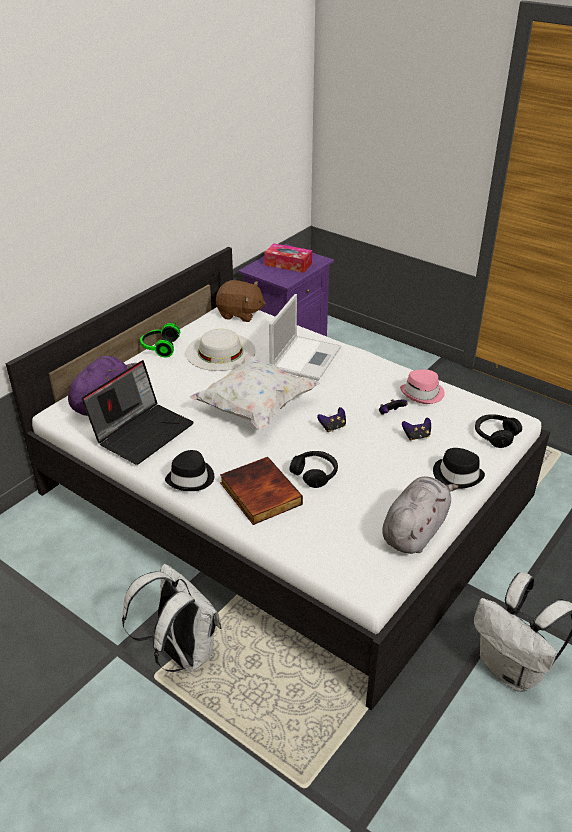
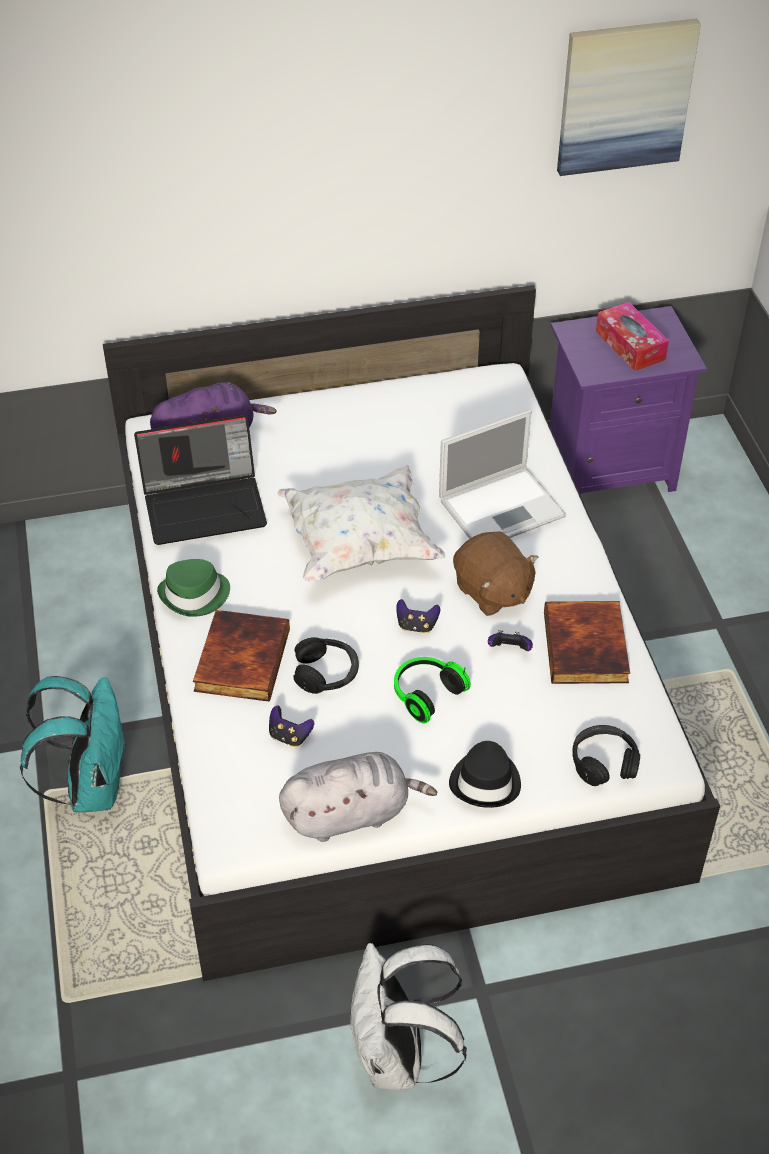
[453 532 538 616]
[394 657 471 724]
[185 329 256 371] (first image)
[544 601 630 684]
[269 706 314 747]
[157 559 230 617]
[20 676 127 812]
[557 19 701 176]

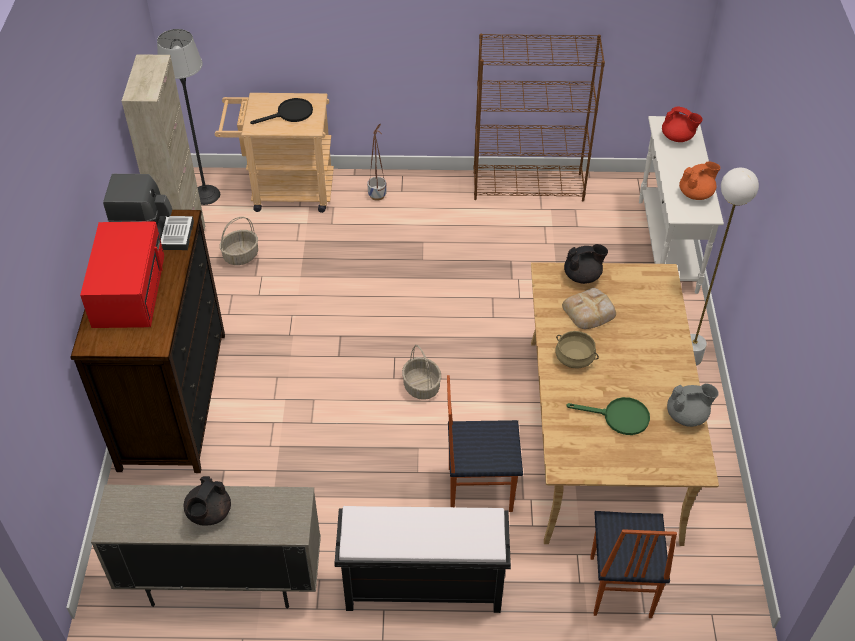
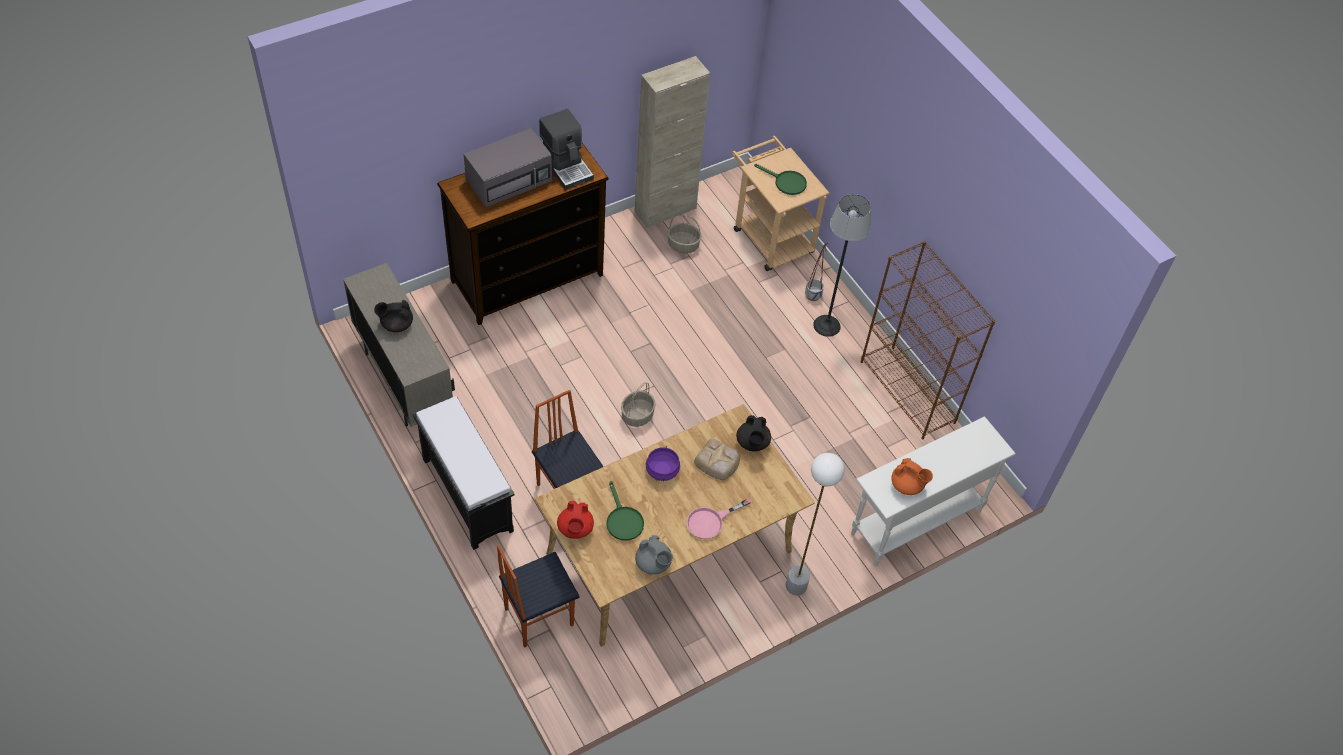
[813 194 871 337]
[754 164 807 195]
[557 501 594 539]
[464 128 552 207]
[736 415 771 451]
[646 446 680 482]
[687 498 751 539]

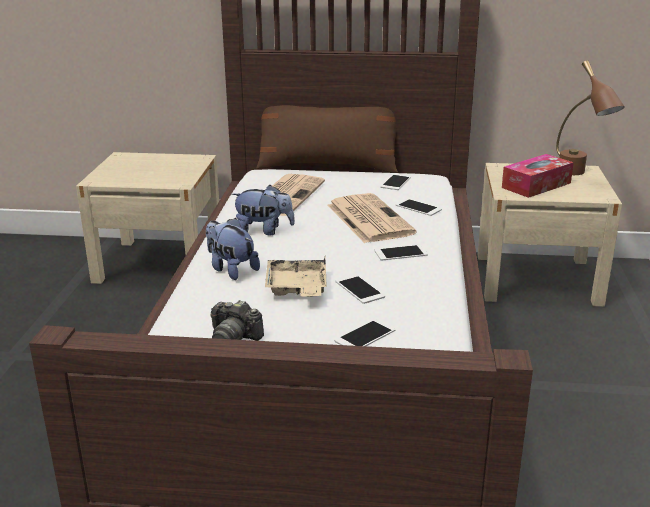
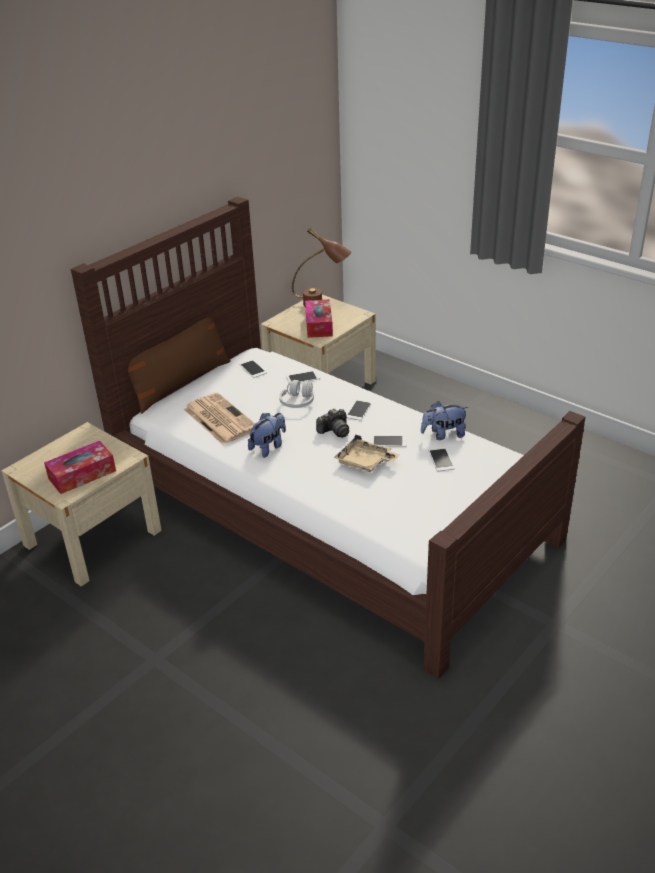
[279 380 314 408]
[421 401 468 440]
[316 409 349 438]
[44 441 116 494]

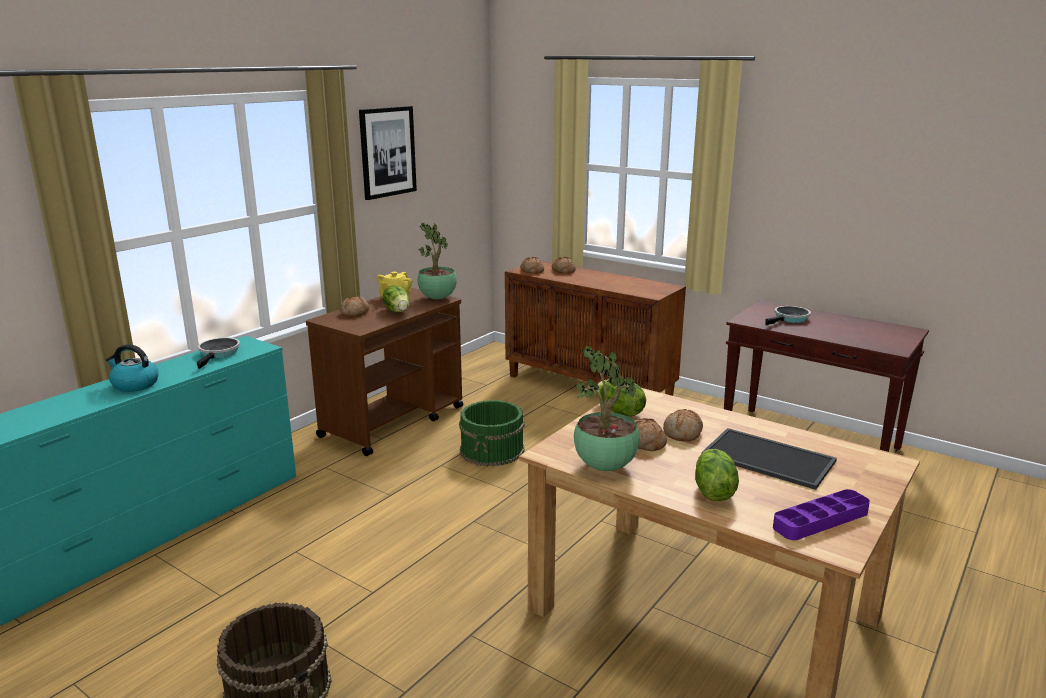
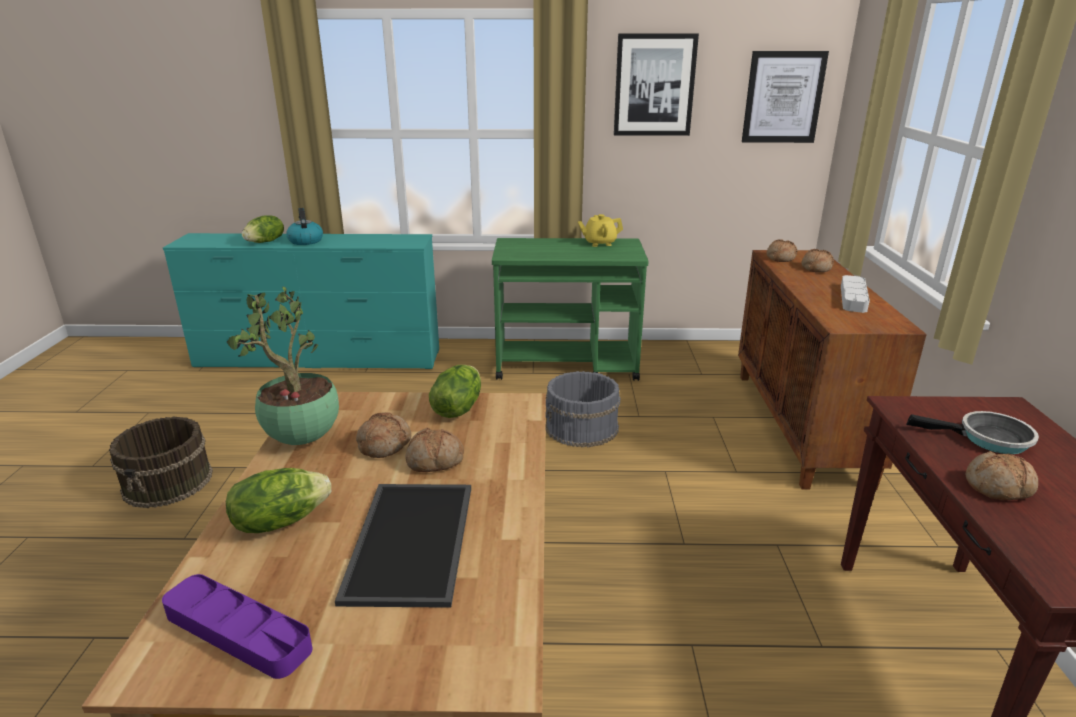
[417 223 457 300] (first image)
[242 215 284 243]
[492 238 648 381]
[965 451 1038 500]
[197 338 240 369] (first image)
[545 371 620 448]
[742 51 829 143]
[841 275 870 313]

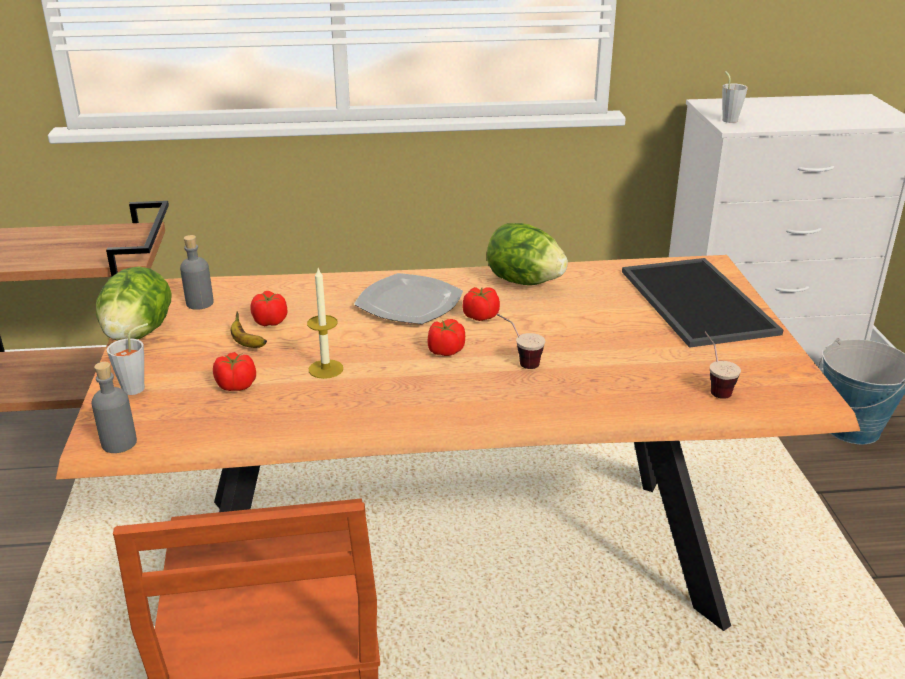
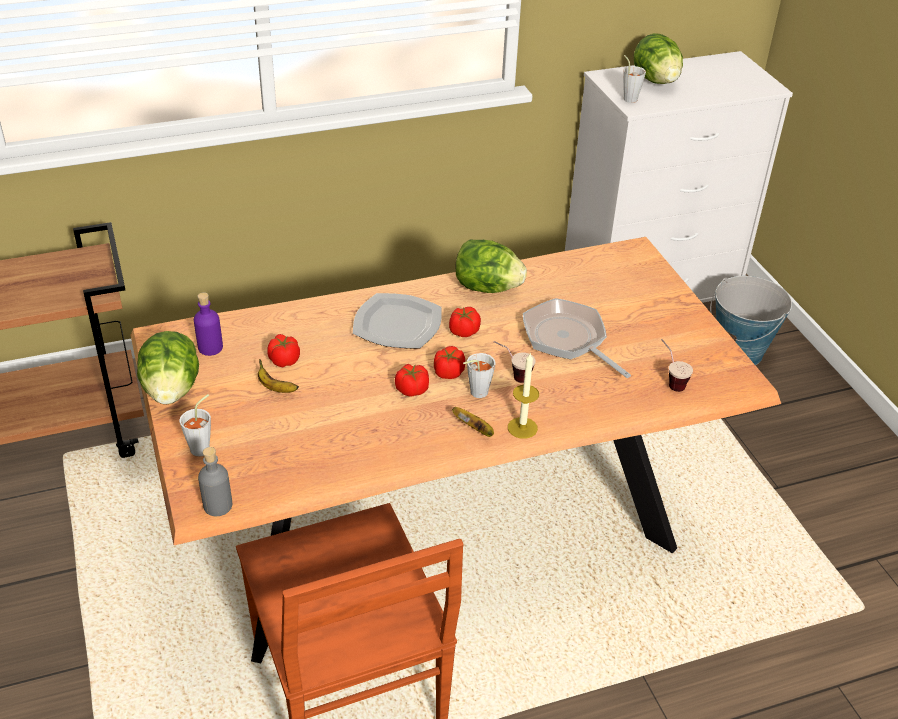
[194 292 223 356]
[622 258 783 348] (first image)
[508 352 539 439]
[395 364 429 397]
[634 33 683 84]
[523 298 631 378]
[463 353 495 398]
[452 407 494 437]

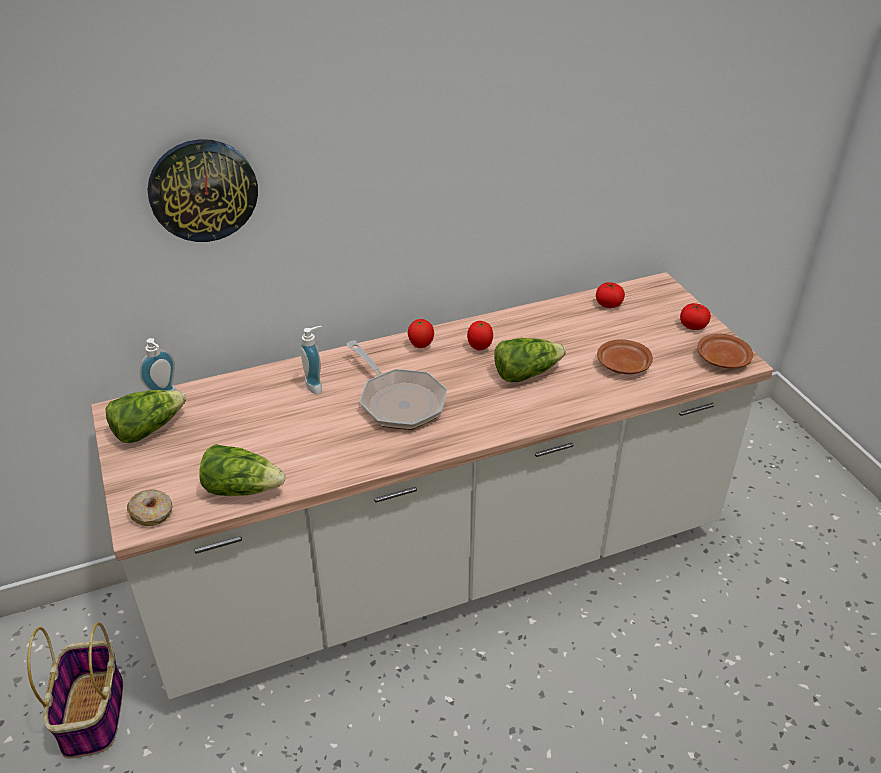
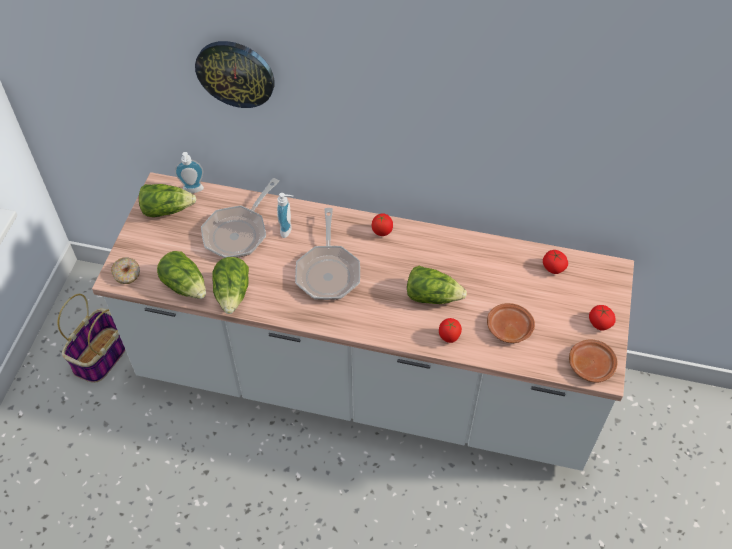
[439 318 462 343]
[201 178 279 258]
[212 257 249 314]

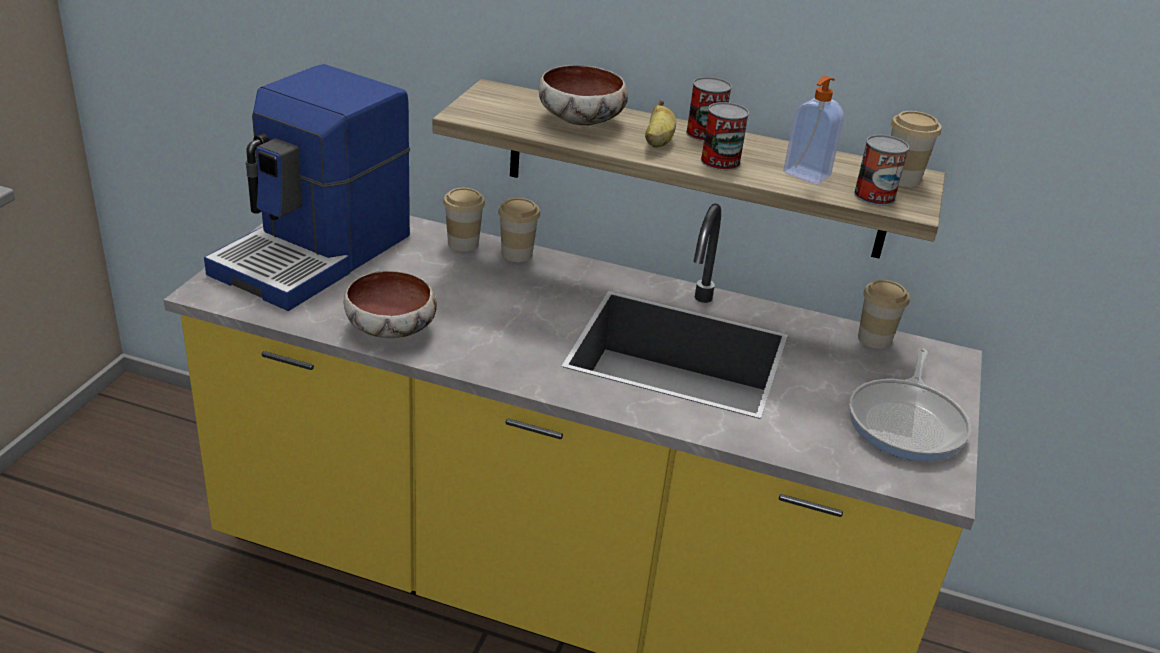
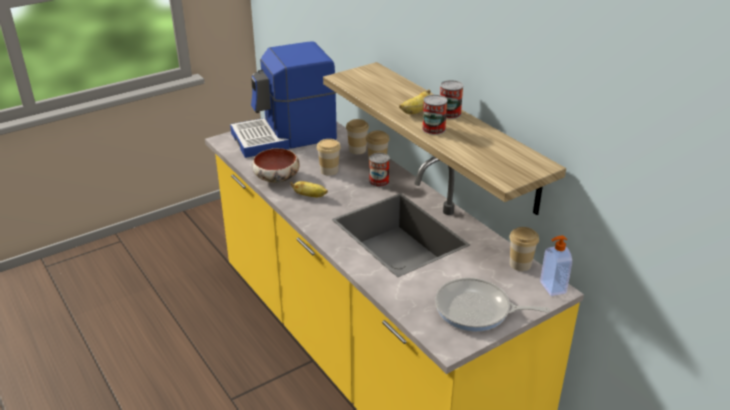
[539 65 628 126] (first image)
[540 236 572 296]
[317 139 341 176]
[369 153 390 187]
[435 278 550 332]
[290 181 328 197]

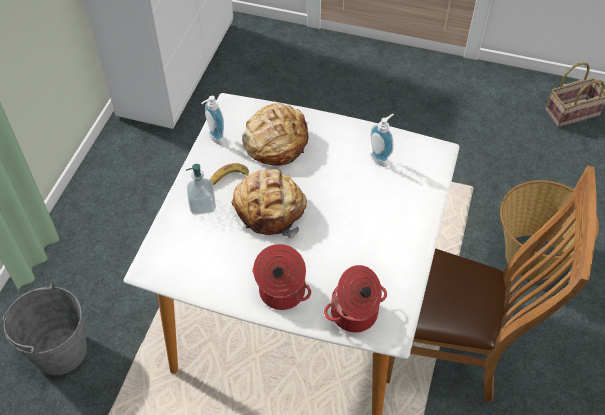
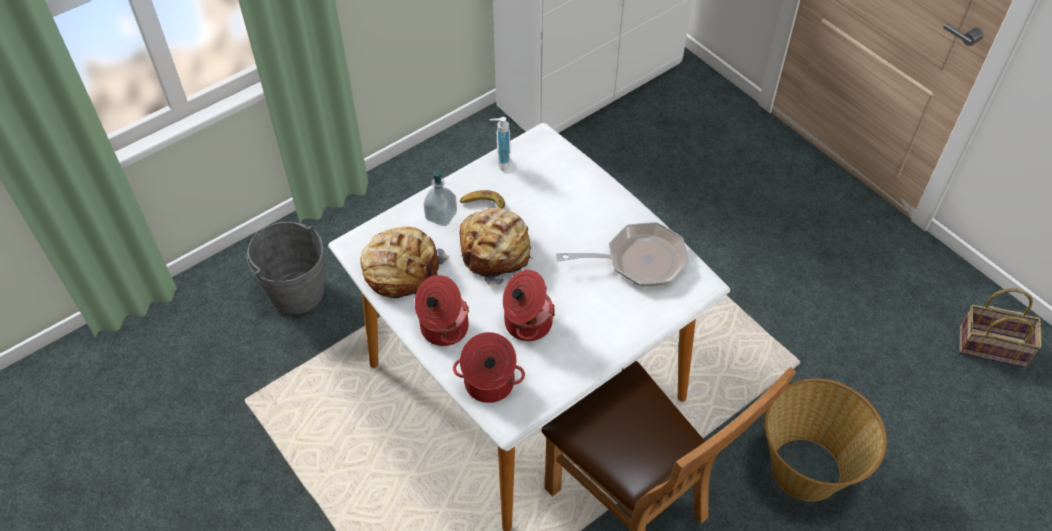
[360 227 450 298]
[556 222 689 286]
[503 270 555 341]

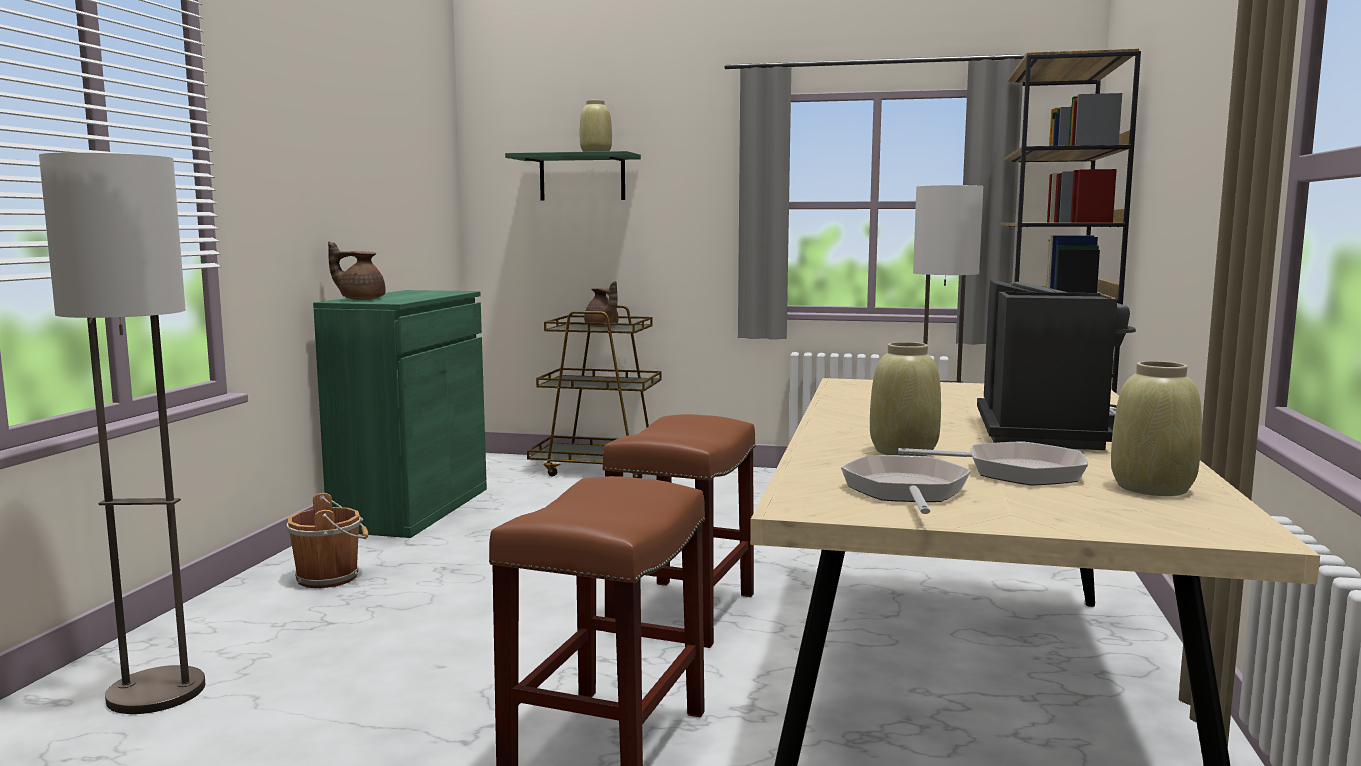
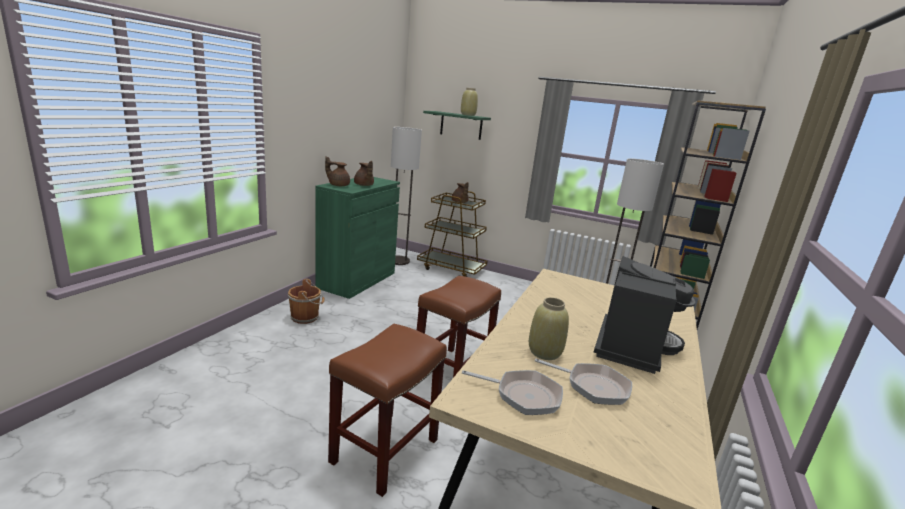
[391 127 422 265]
[1111 361 1202 496] (first image)
[462 370 563 415]
[354 161 374 186]

